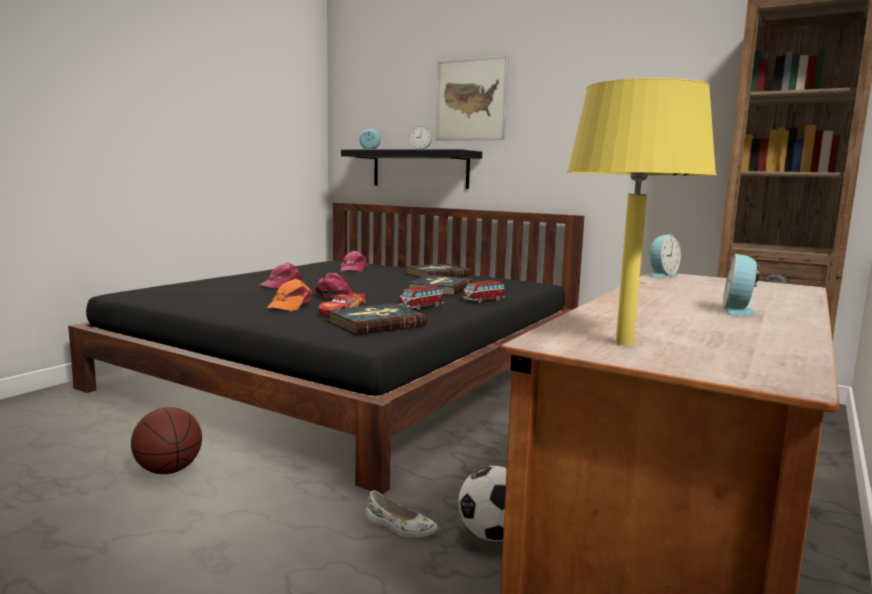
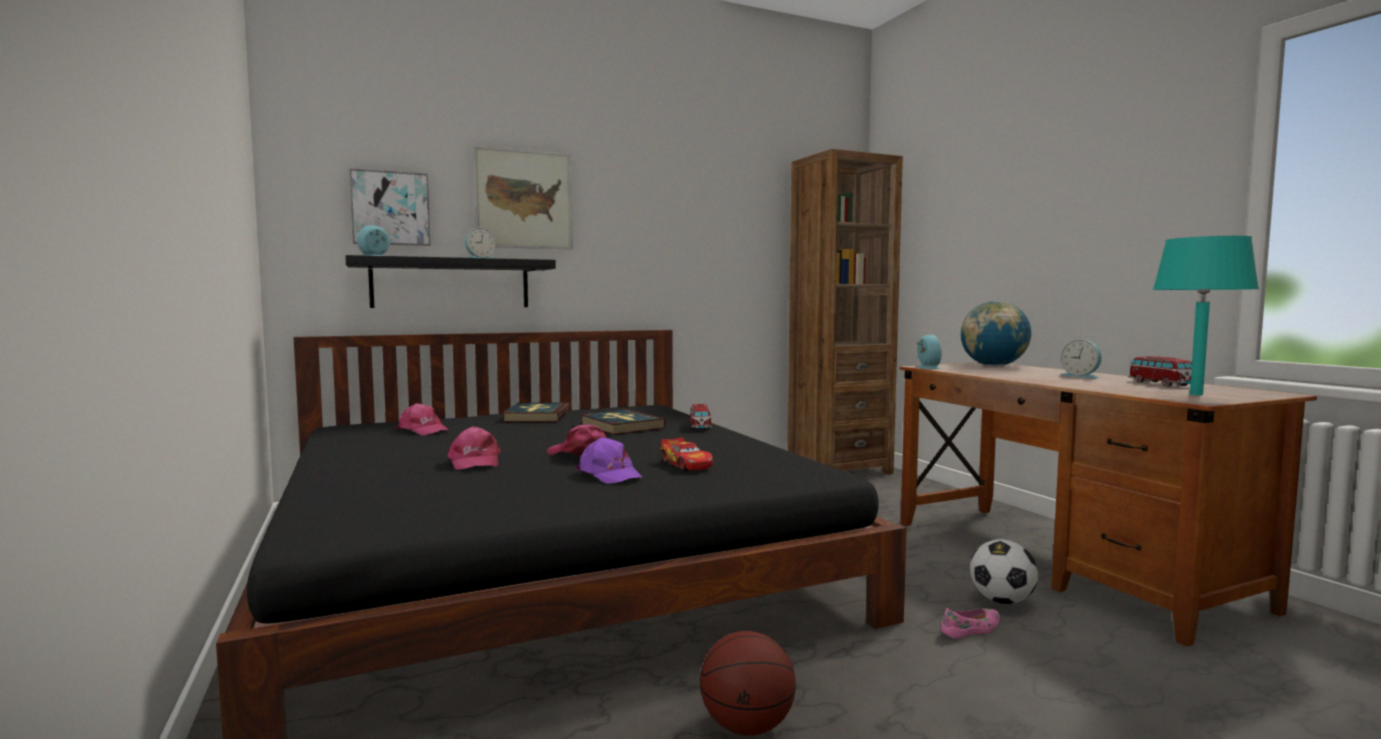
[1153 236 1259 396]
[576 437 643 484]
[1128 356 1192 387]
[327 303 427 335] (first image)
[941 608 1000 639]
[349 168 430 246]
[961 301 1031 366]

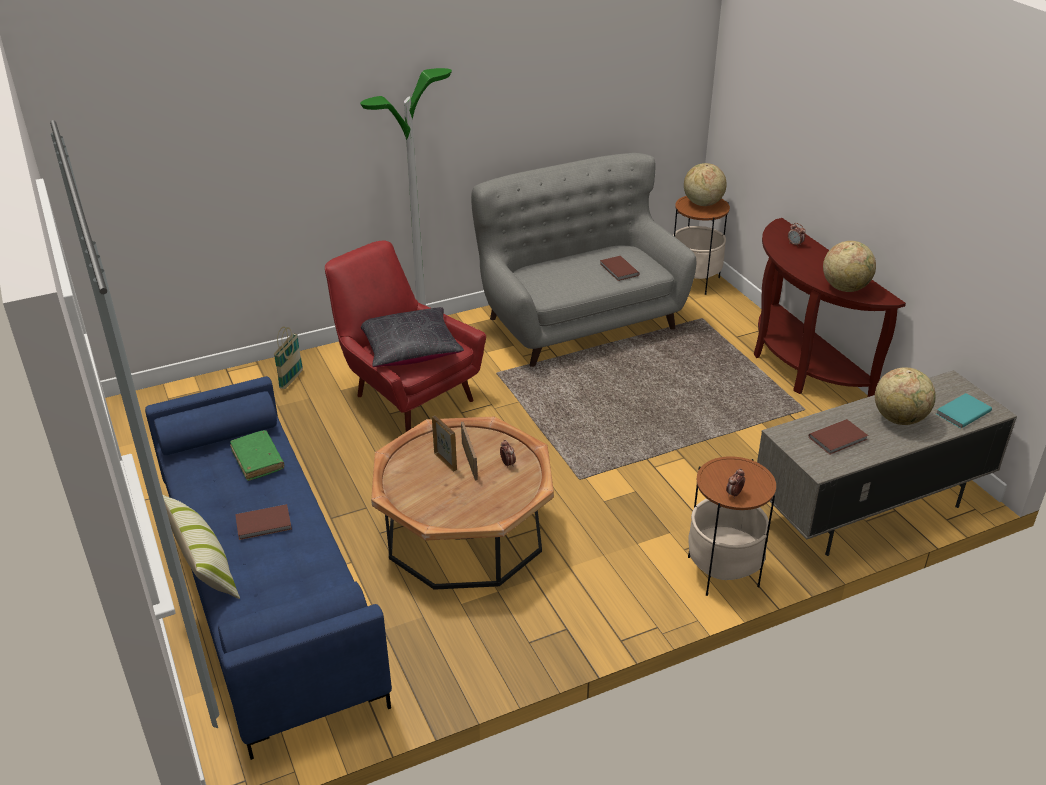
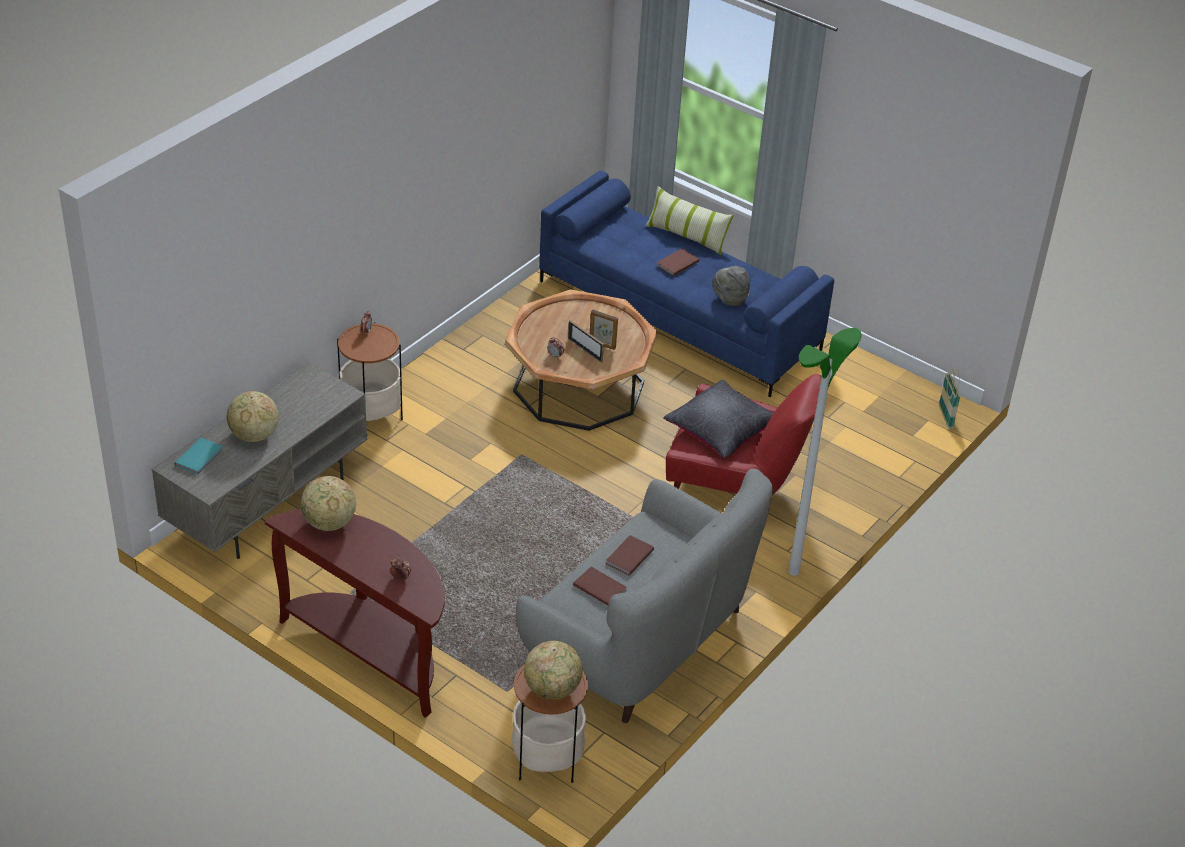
[939 368 960 429]
[606 535 654 576]
[712 266 750 306]

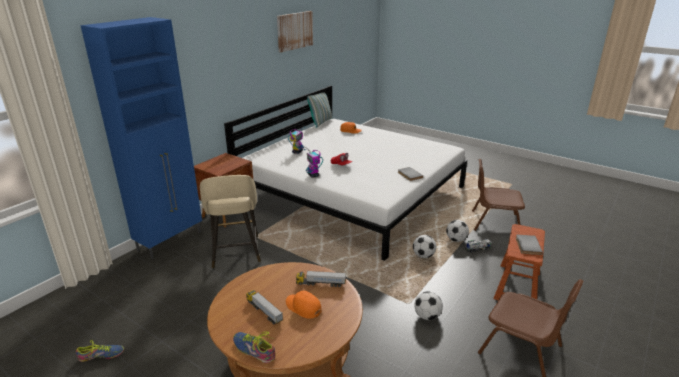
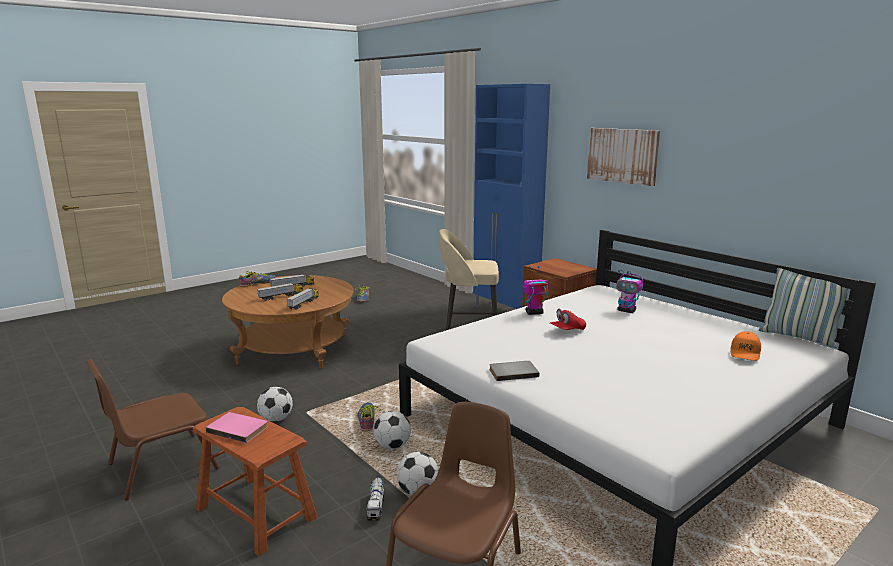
[587 128 660 186]
[206 412 268 443]
[257 283 303 301]
[356 402 381 431]

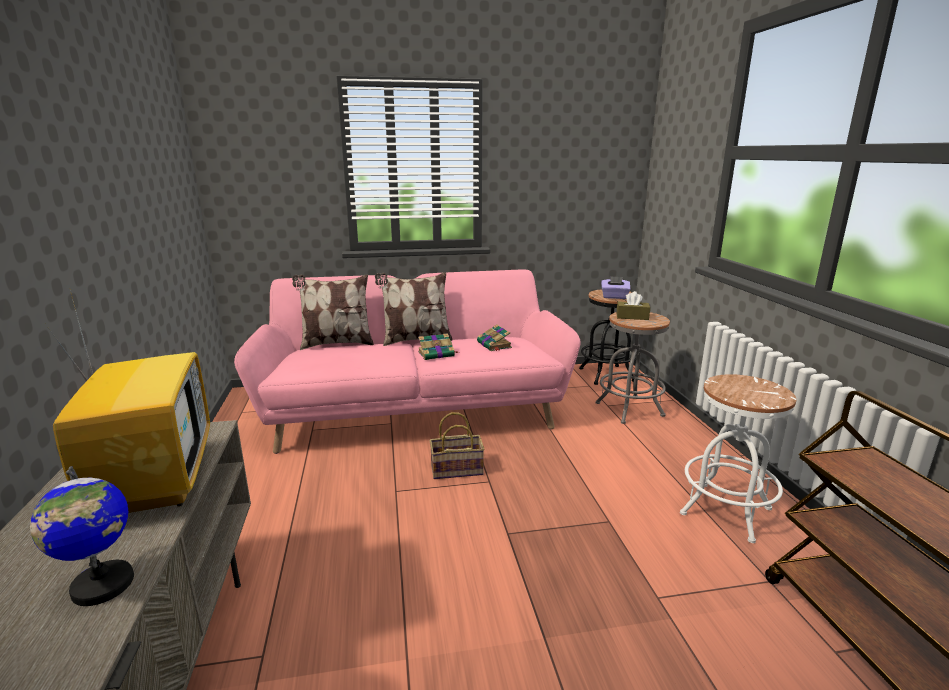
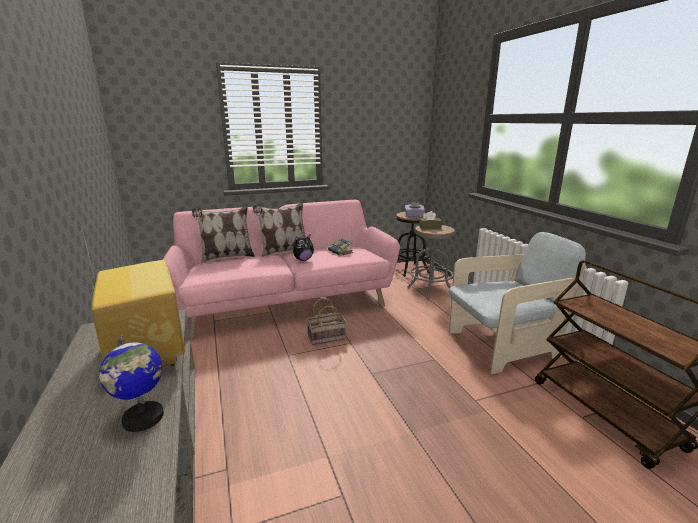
[293 234 314 261]
[449 232 586 374]

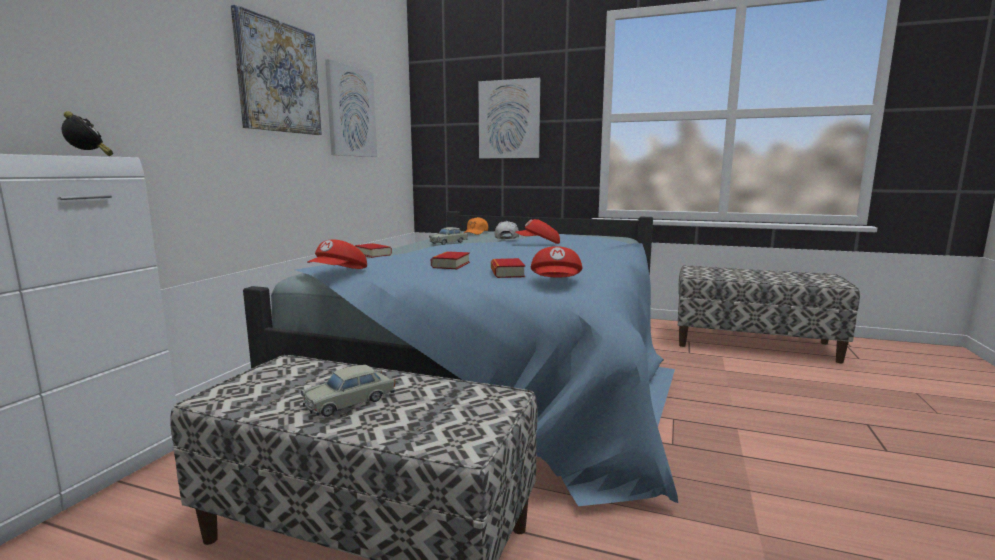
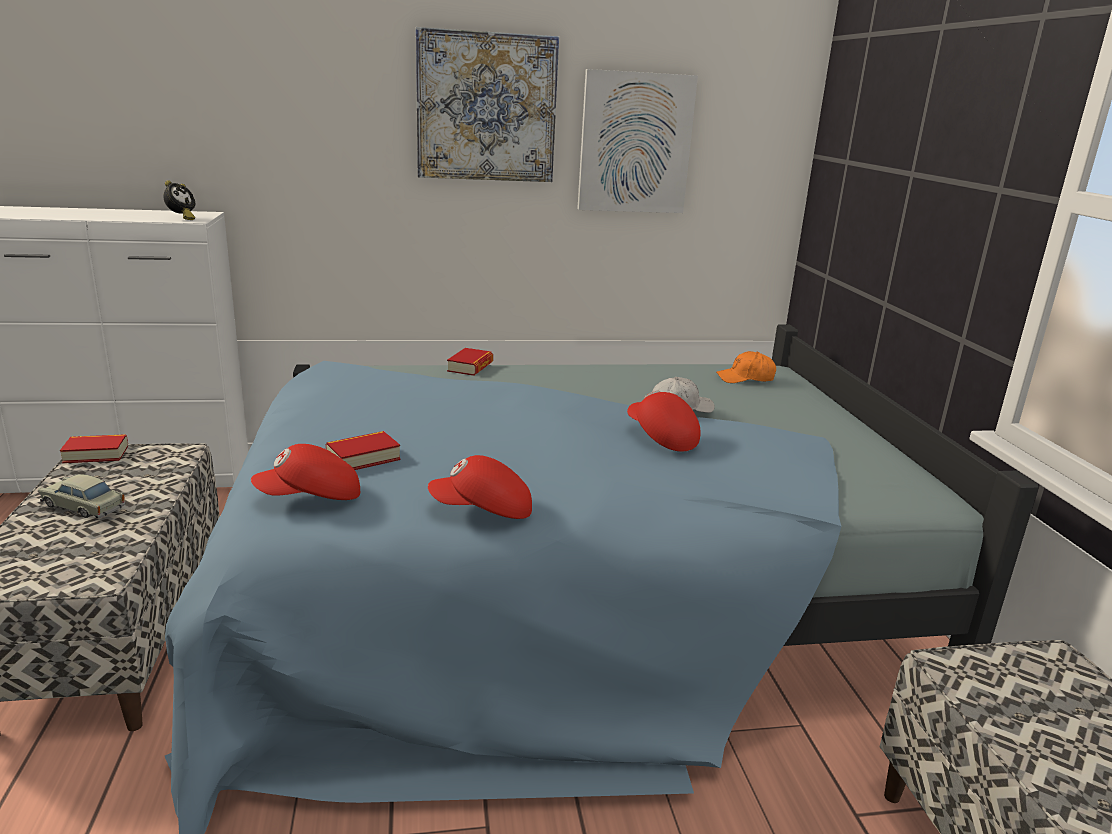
[478 78 540 158] (first image)
[429 227 468 245] (first image)
[428 455 532 519]
[60 434 128 463]

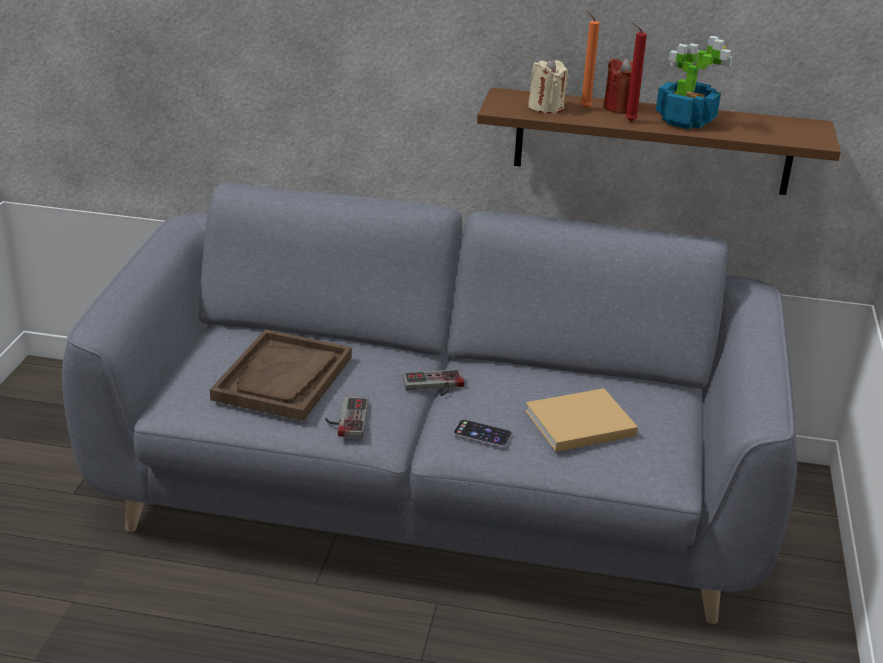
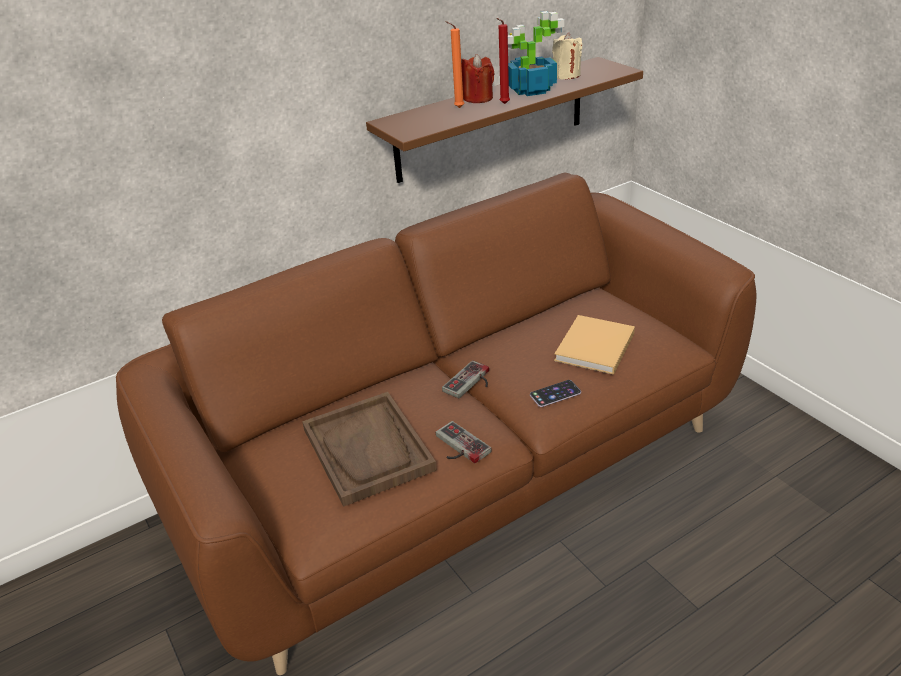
[552 33 583 79]
[116 172 757 675]

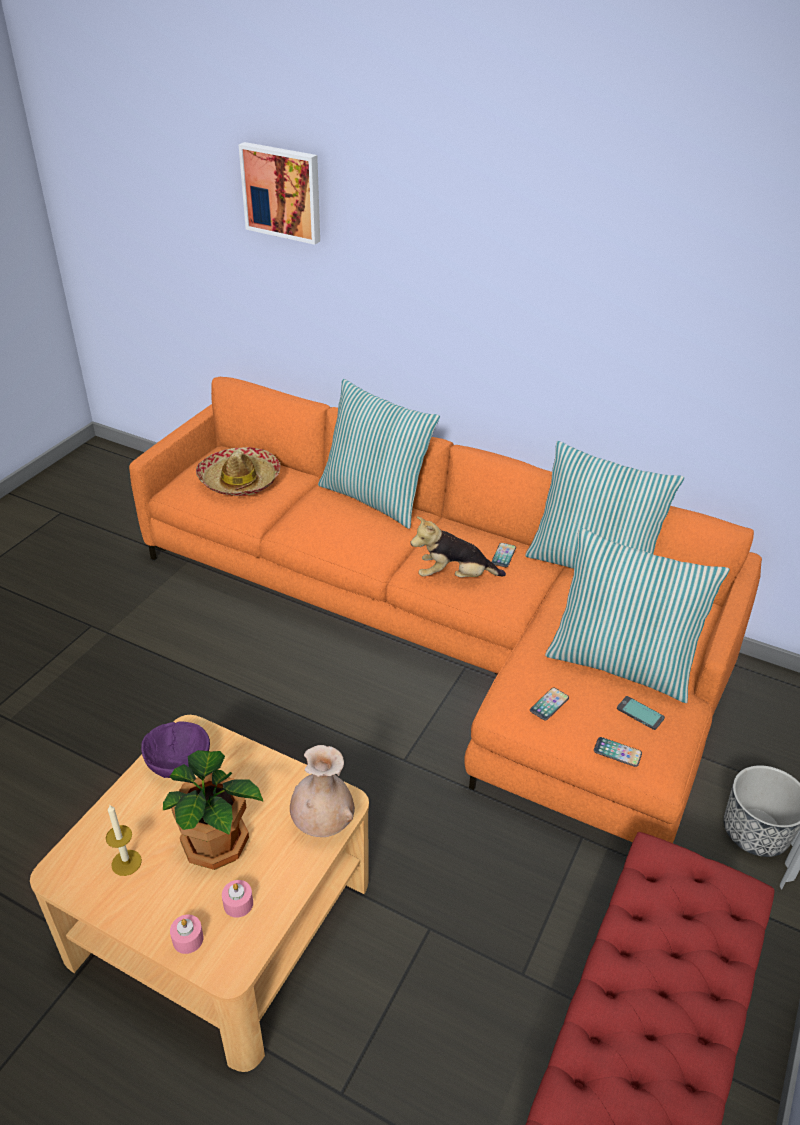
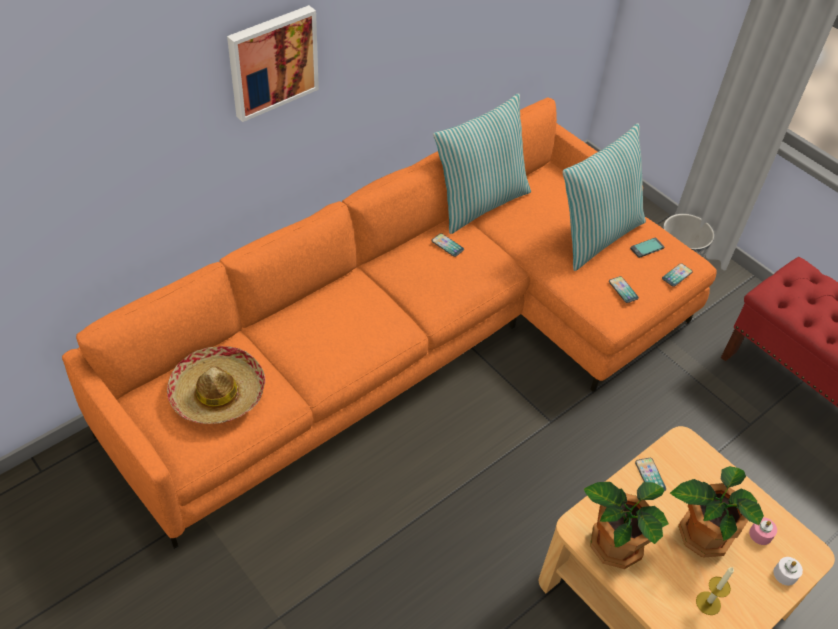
[227 5 319 122]
[318 379 440 529] (first image)
[411 517 506 577] (first image)
[584 482 669 569]
[290 745 355 837] (first image)
[773 557 803 586]
[635 458 666 491]

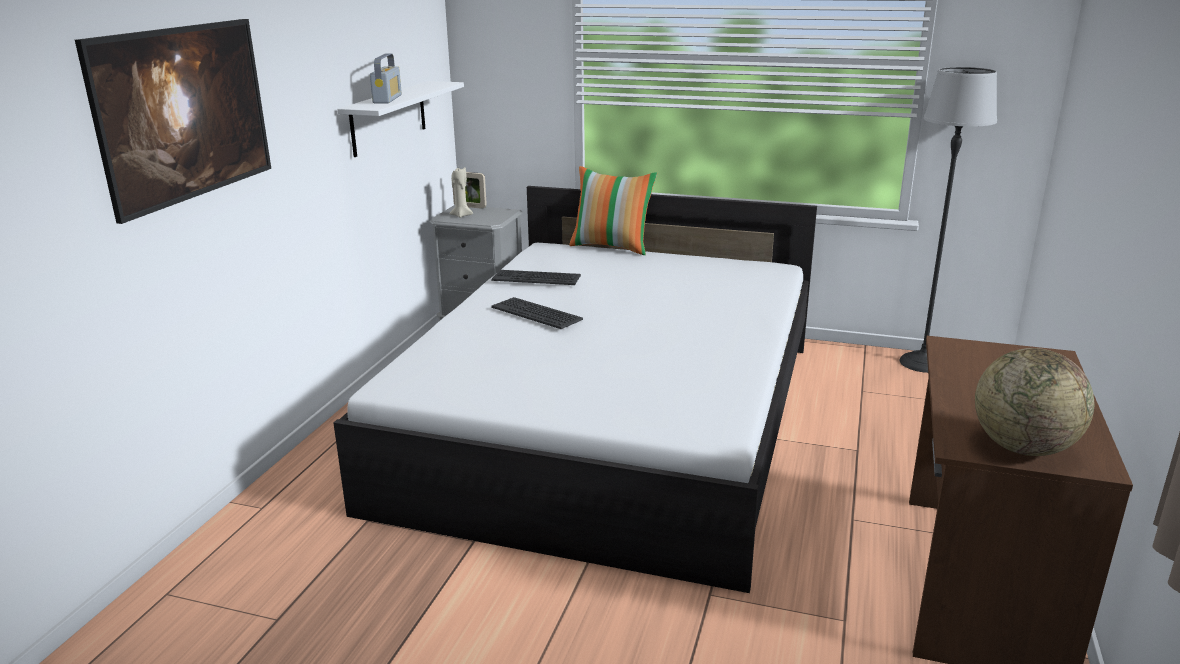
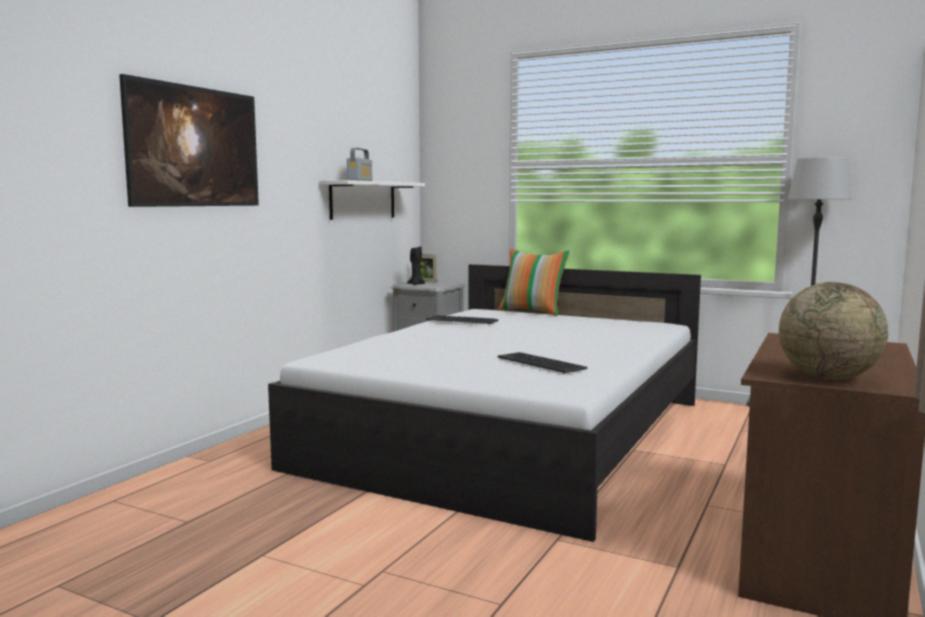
[407 246 425 285]
[498 352 587 373]

